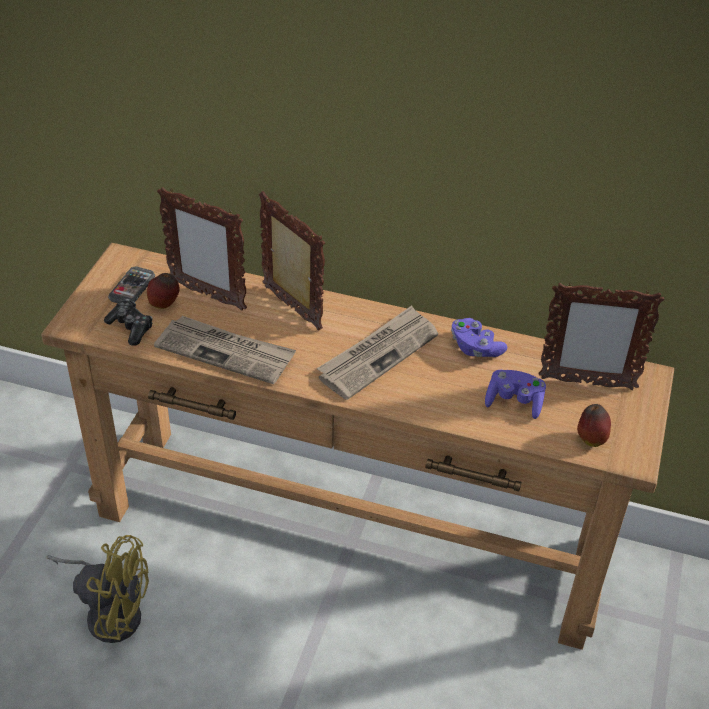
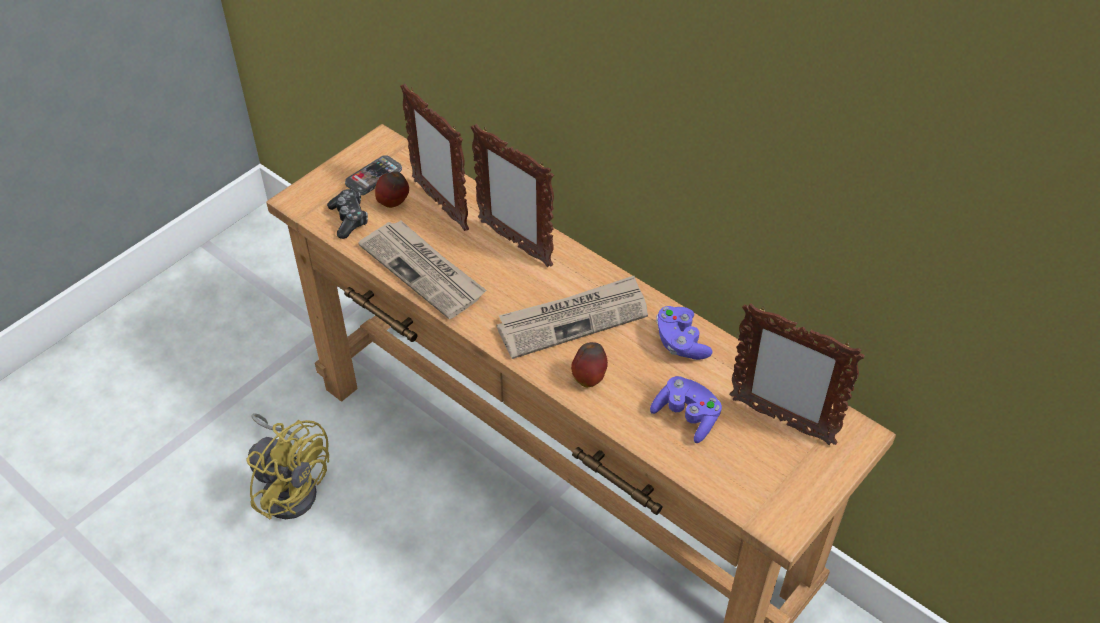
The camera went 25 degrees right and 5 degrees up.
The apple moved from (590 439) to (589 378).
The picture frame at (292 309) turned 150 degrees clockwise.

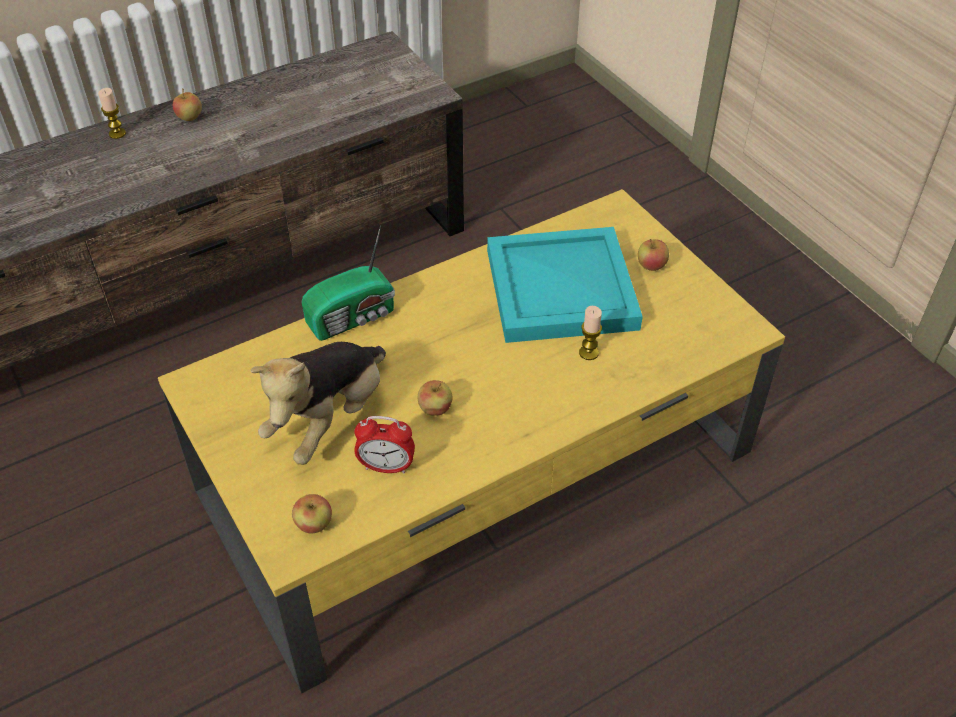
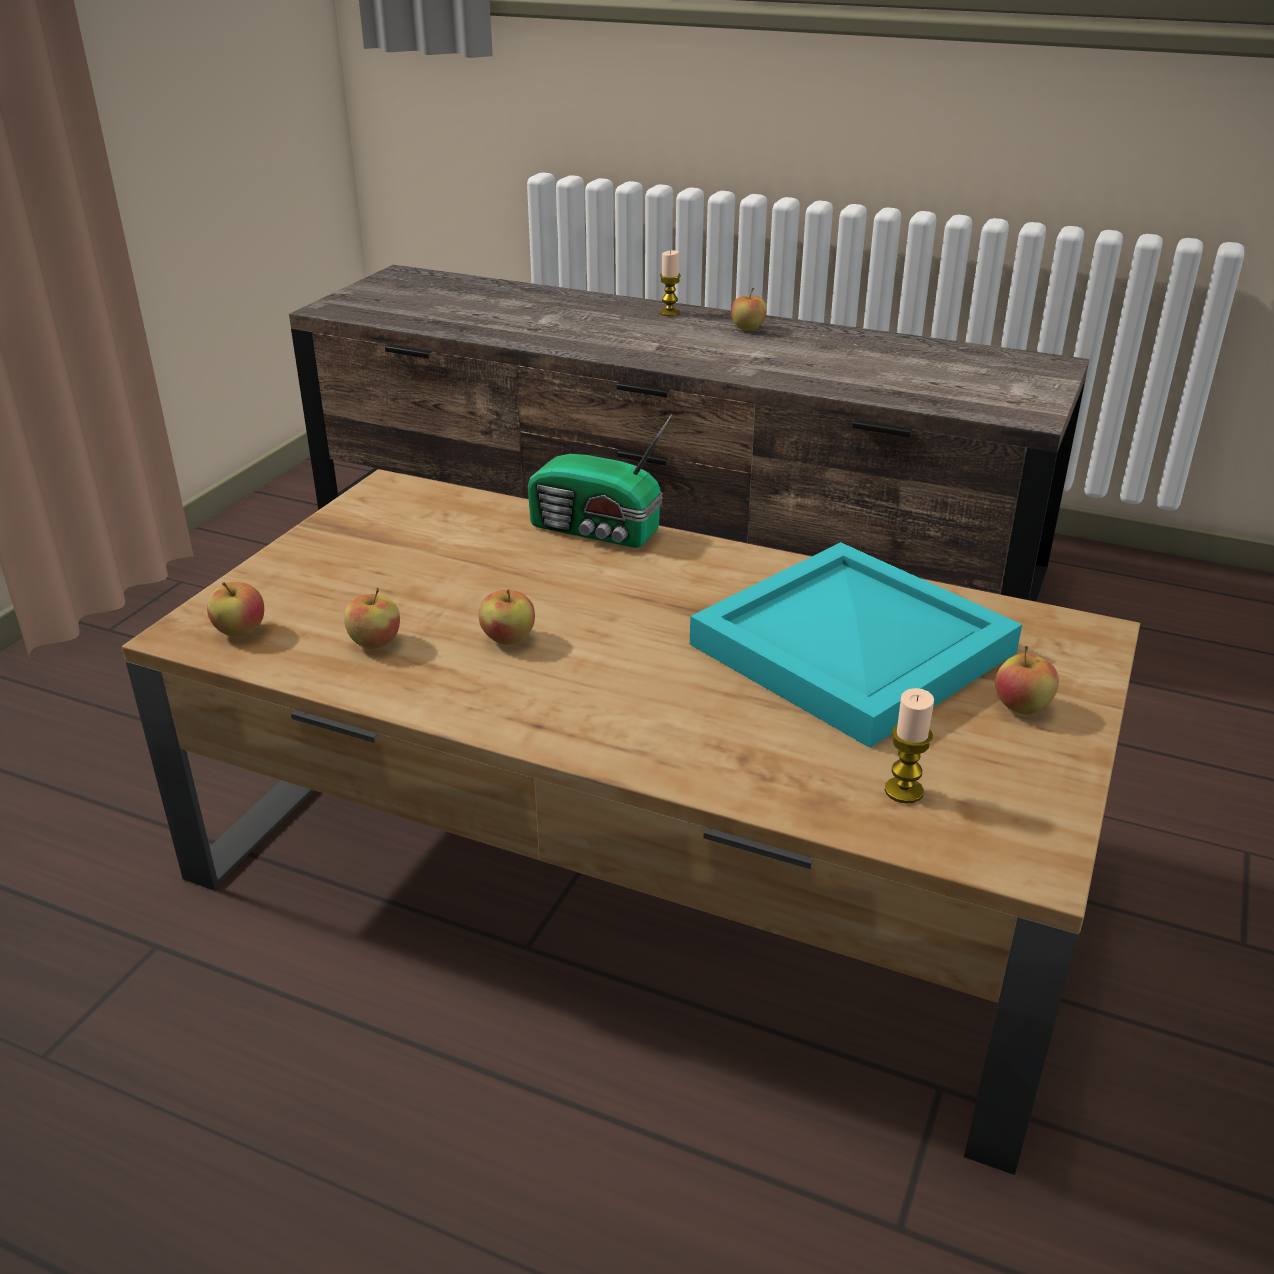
The camera went 55 degrees right and 15 degrees down.
The plush toy at (329 419) disappeared.
The candle moved from (588 353) to (903 791).
The alarm clock at (386 467) was replaced by the apple at (375 643).
The coffee table (yellow) at (479 470) became the coffee table (brown) at (643 866).

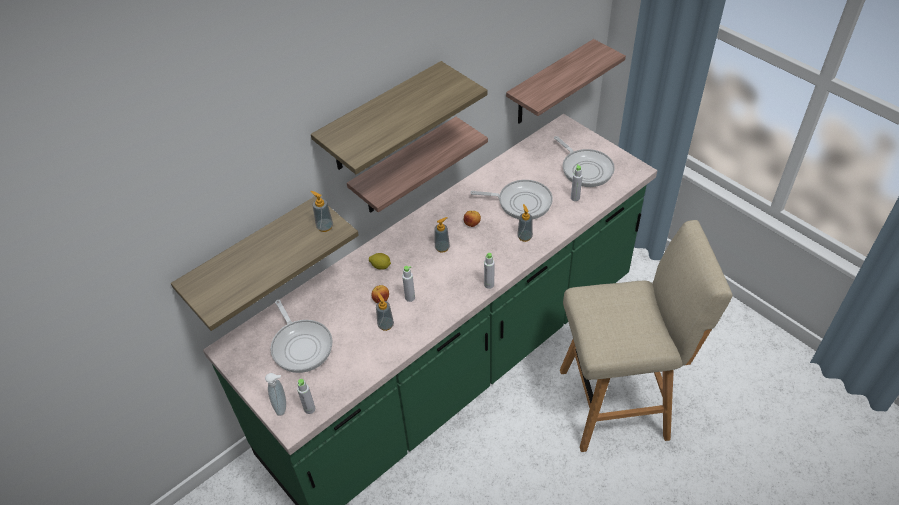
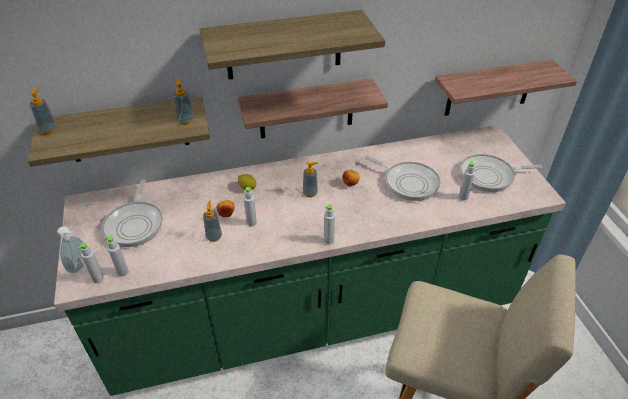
The camera went 25 degrees right and 5 degrees down.
The bottle (grey) at (123 272) appeared.
The soap dispenser moved from (524 237) to (49 130).
The frying pan at (585 169) turned 90 degrees clockwise.

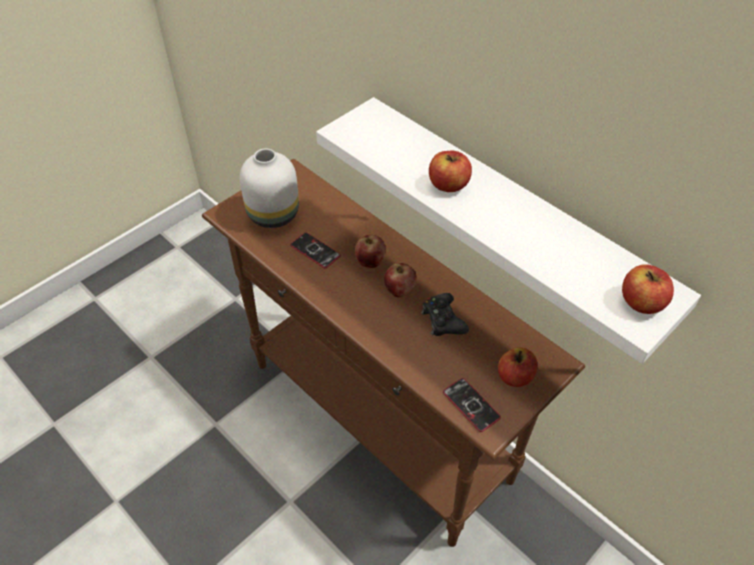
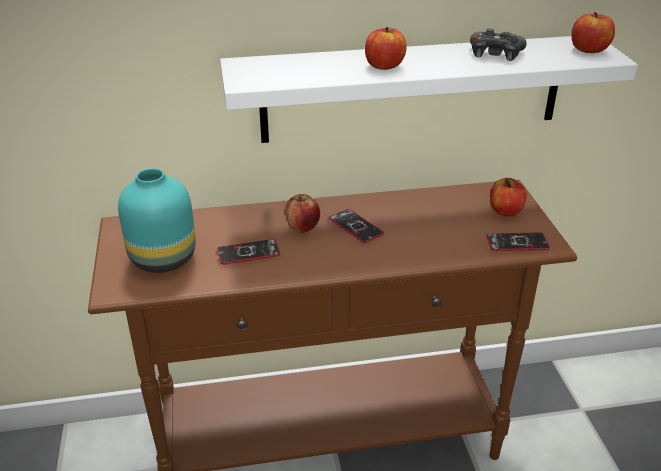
The camera went 55 degrees left and 15 degrees down.
The game controller (black) moved from (443 320) to (495 53).
The apple at (399 291) was replaced by the phone at (356 227).
The vase (white) at (273 215) became the vase (turquoise) at (164 259).

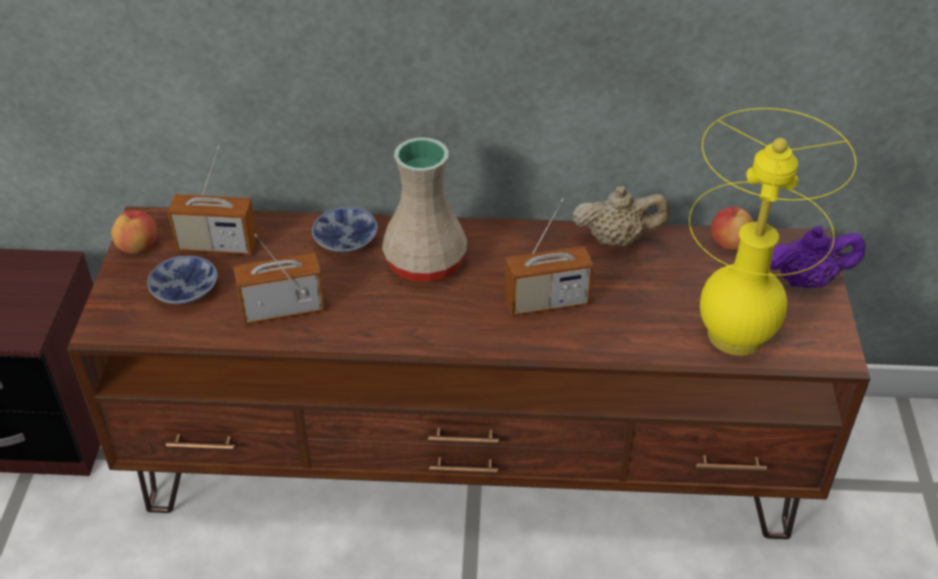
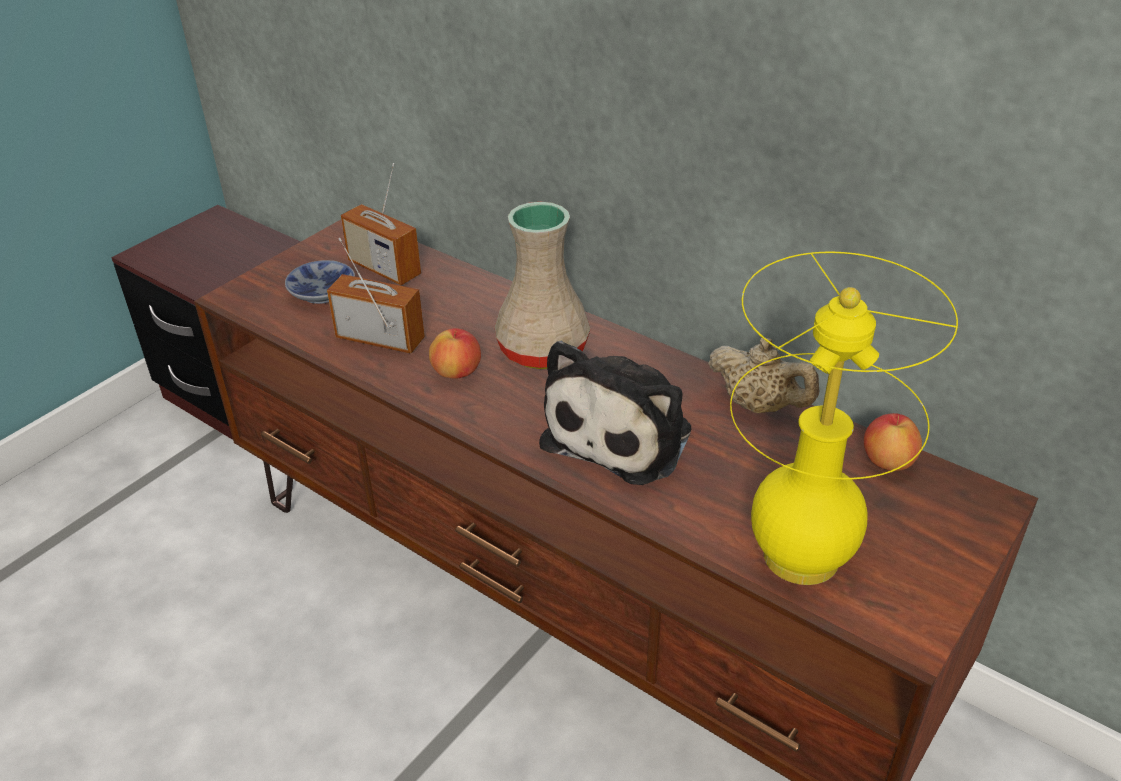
The camera went 35 degrees right and 5 degrees down.
The bowl at (346 238) disappeared.
The teapot (purple) at (807 280) disappeared.
The apple moved from (138 247) to (457 372).
The radio at (546 302) was replaced by the plush toy at (623 433).

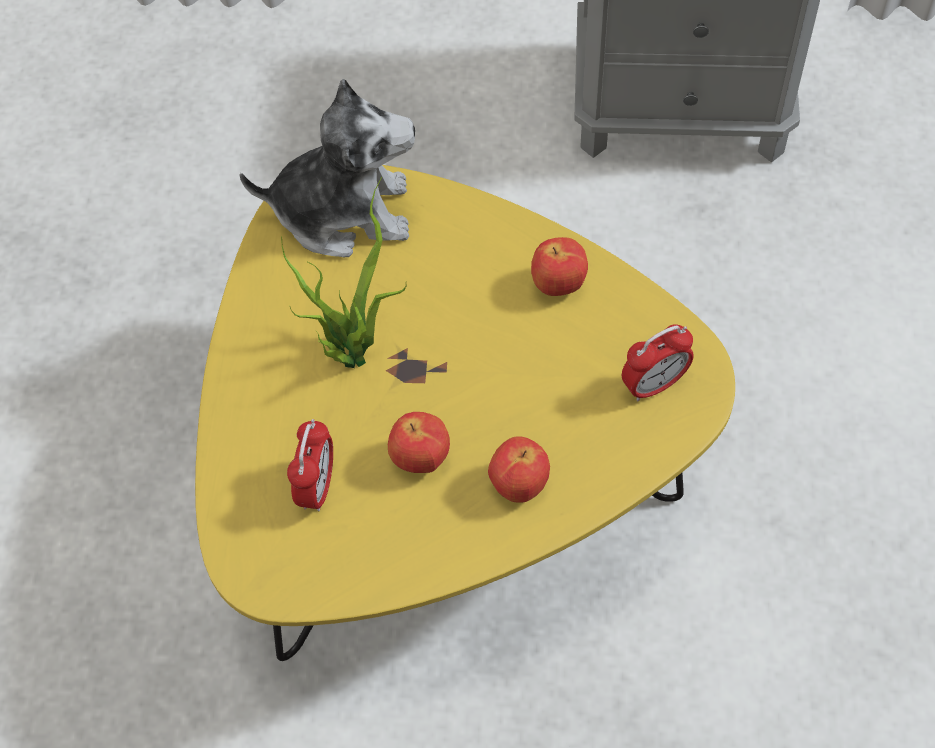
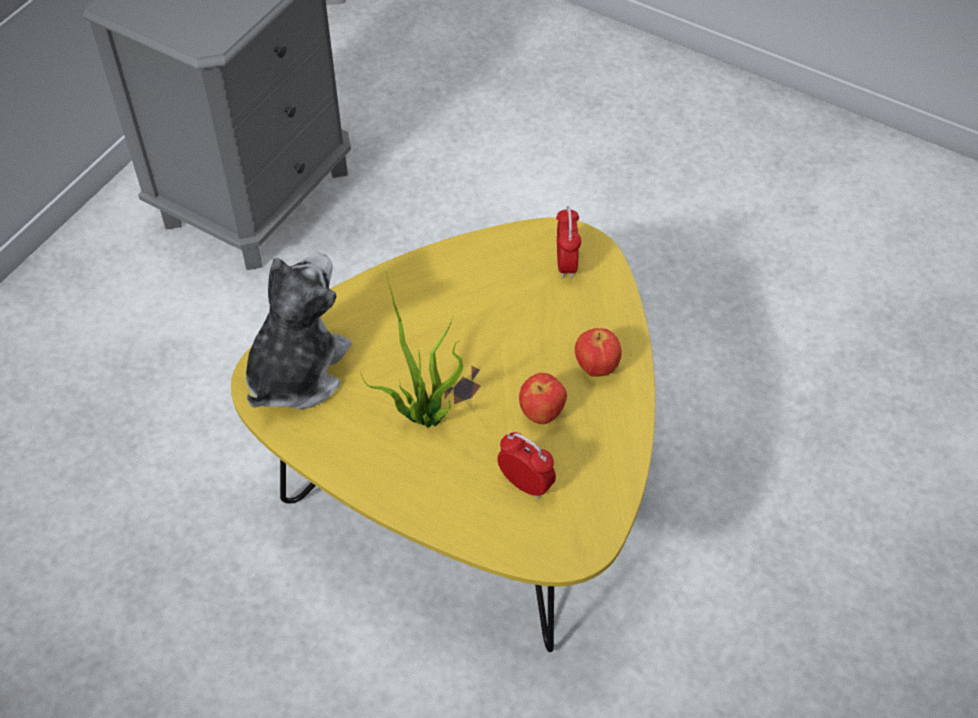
The camera went 65 degrees left and 5 degrees down.
The apple at (558 286) disappeared.

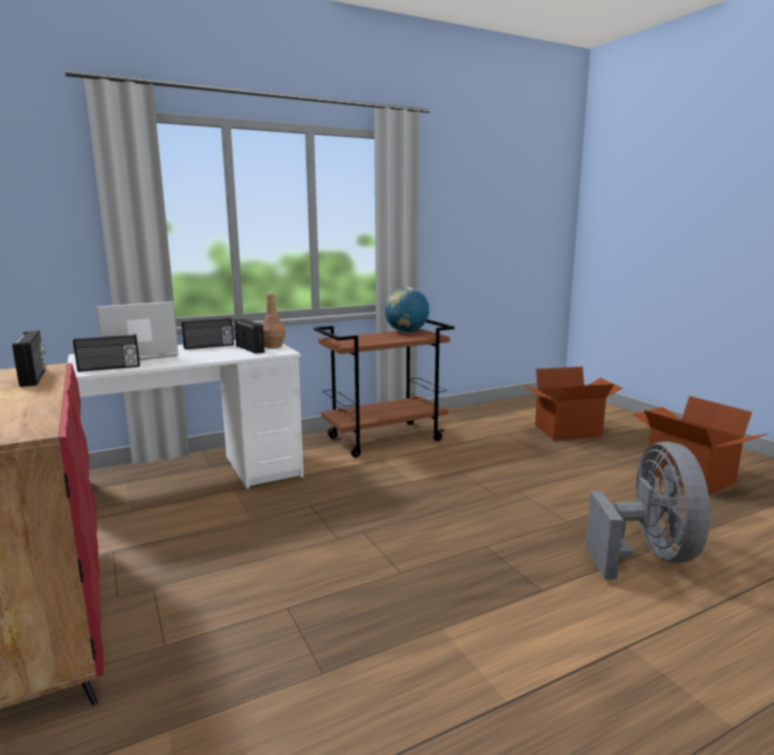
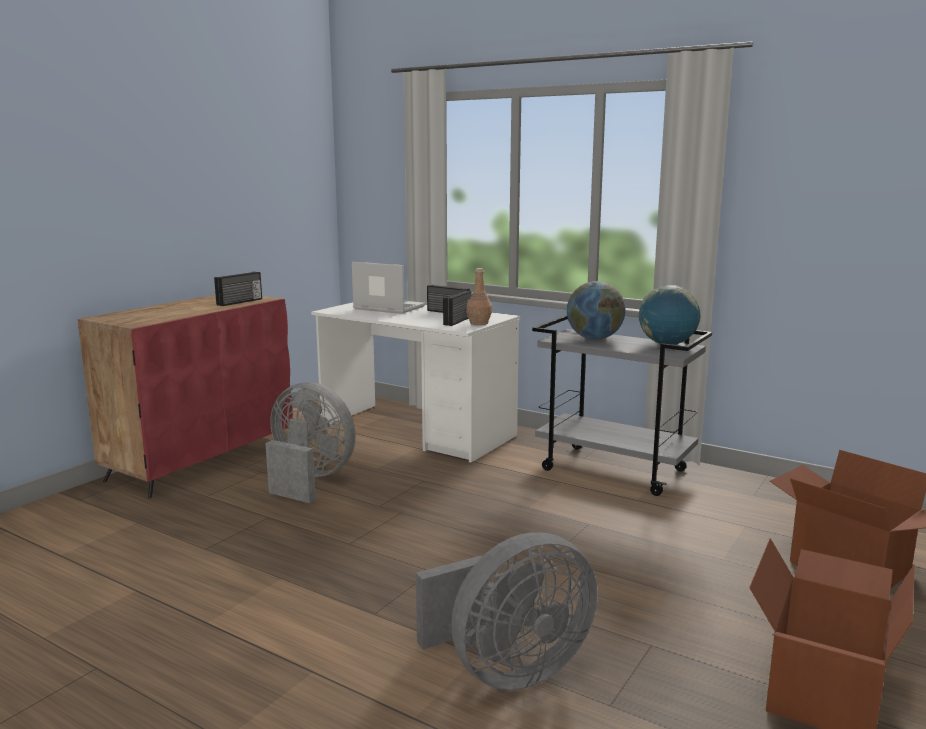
The camera went 60 degrees right and 0 degrees up.
The radio at (109 368) disappeared.
The fan (grey) at (309 479) appeared.
The globe at (594 338) appeared.
The cart (brown) at (385 438) became the cart (grey) at (615 470).

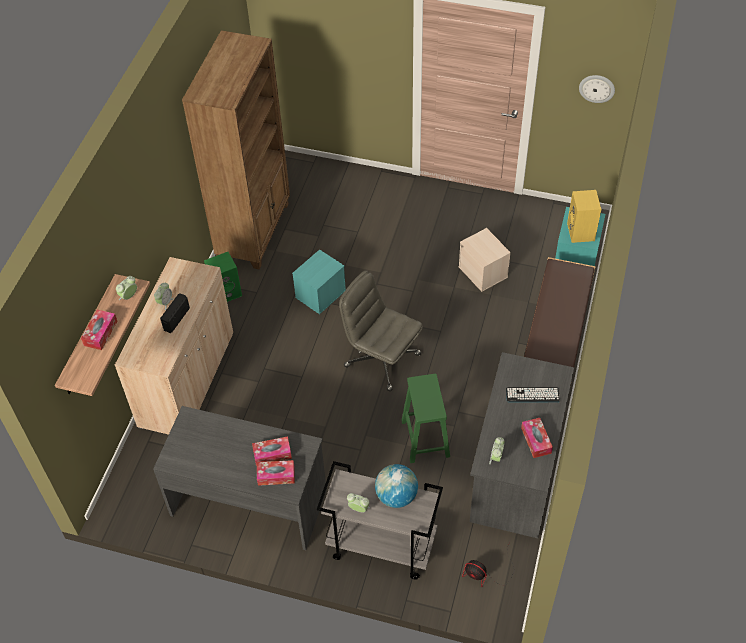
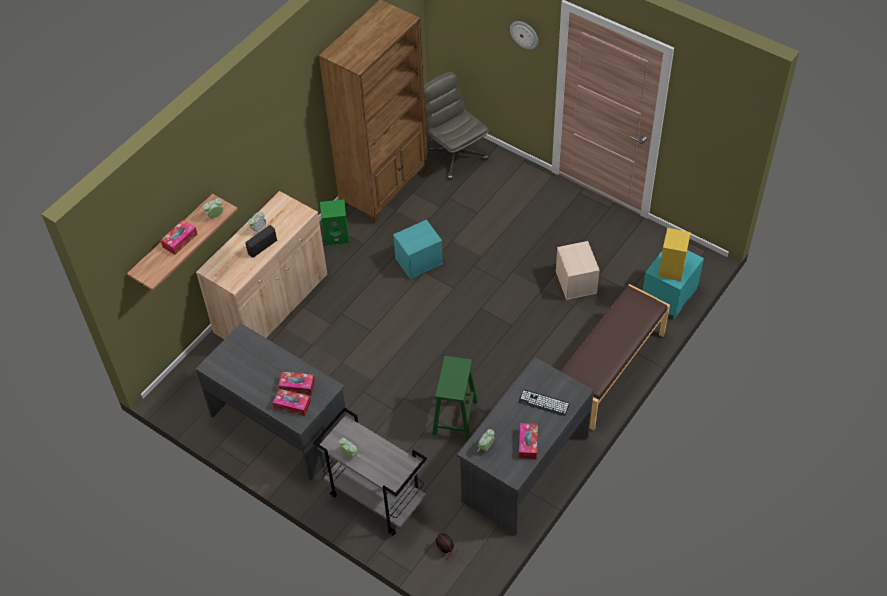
The camera went 20 degrees right and 0 degrees up.
The globe at (396 496) disappeared.
The office chair (grey) moved from (381 360) to (454 155).
The wall clock moved from (597 88) to (524 34).

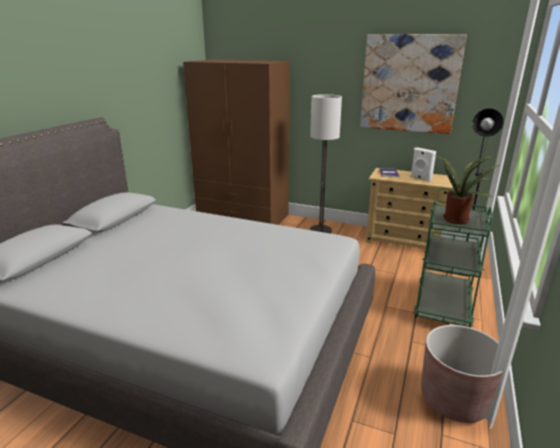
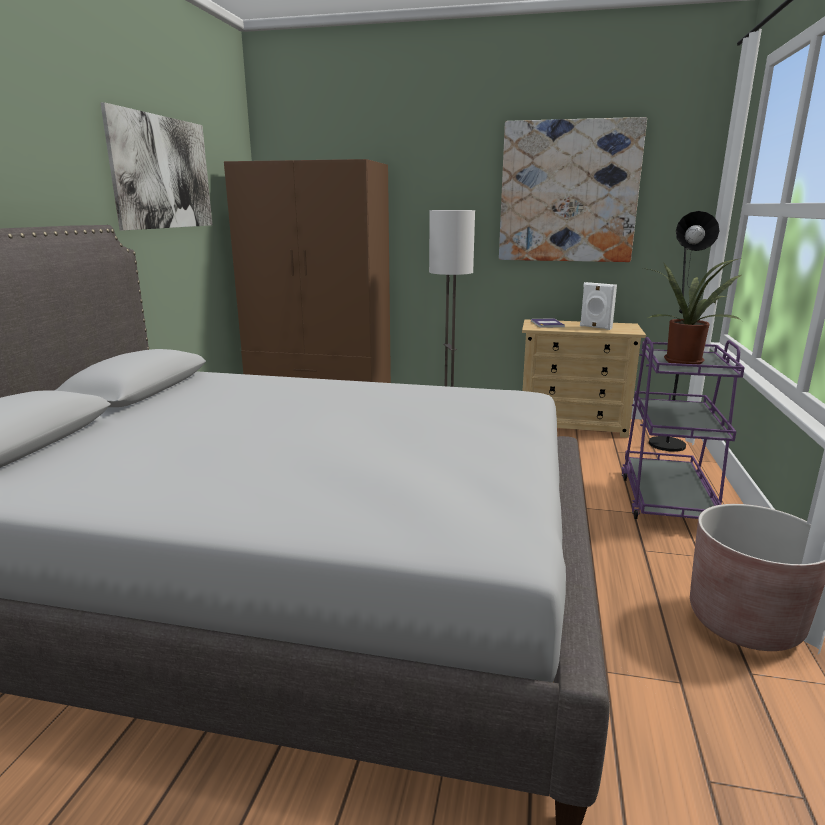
The camera went 10 degrees left and 5 degrees down.
The picture at (163 173) appeared.
The cart (green) at (443 305) became the cart (purple) at (667 500).

